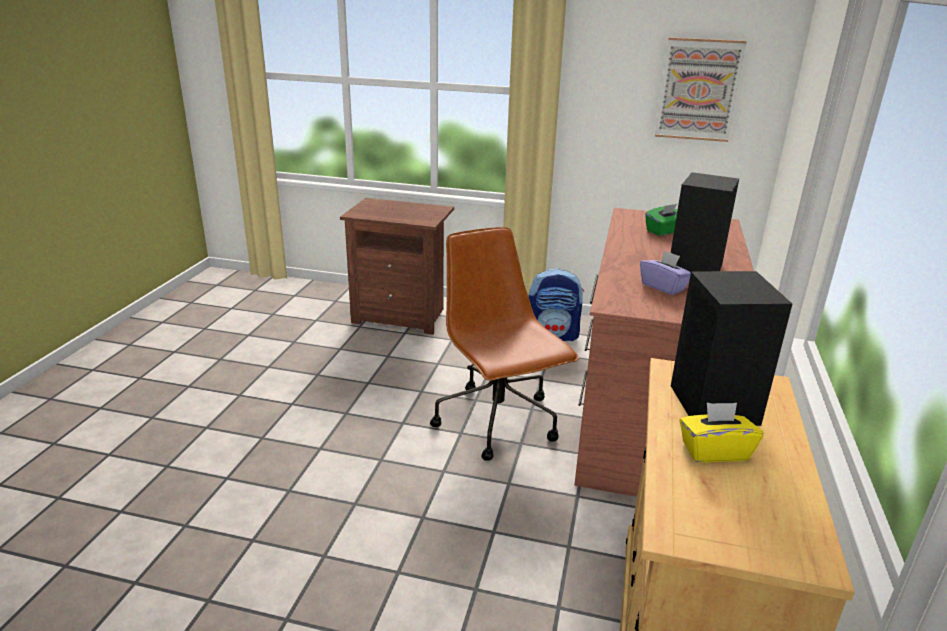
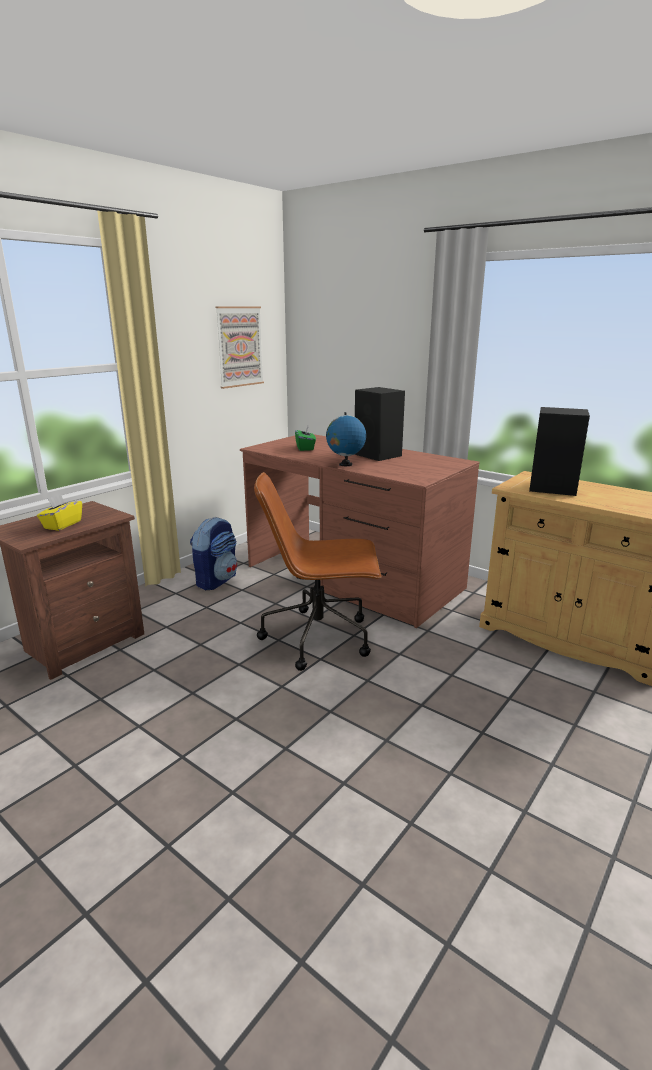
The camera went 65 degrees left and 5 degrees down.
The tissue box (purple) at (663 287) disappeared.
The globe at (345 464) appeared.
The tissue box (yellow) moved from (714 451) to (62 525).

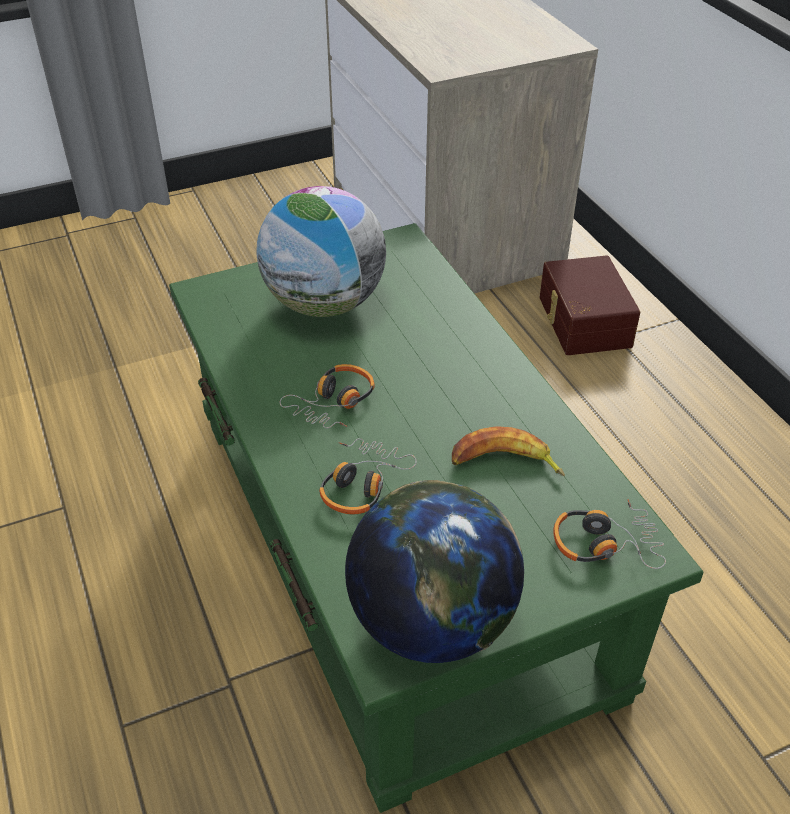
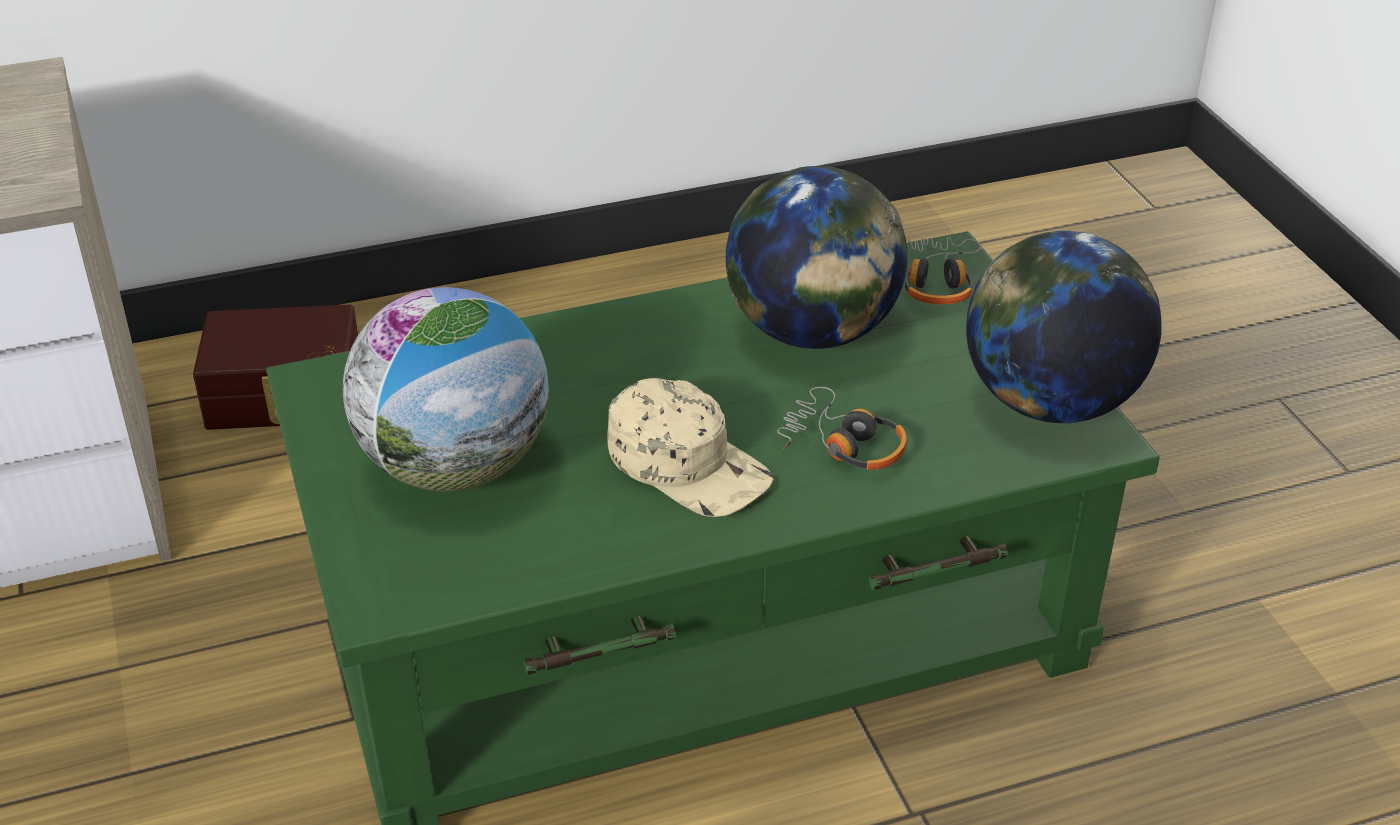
The camera went 85 degrees left and 5 degrees down.
The headphones at (334 403) was replaced by the cap (beige) at (688 463).
The banana at (504 463) was replaced by the globe at (812 333).

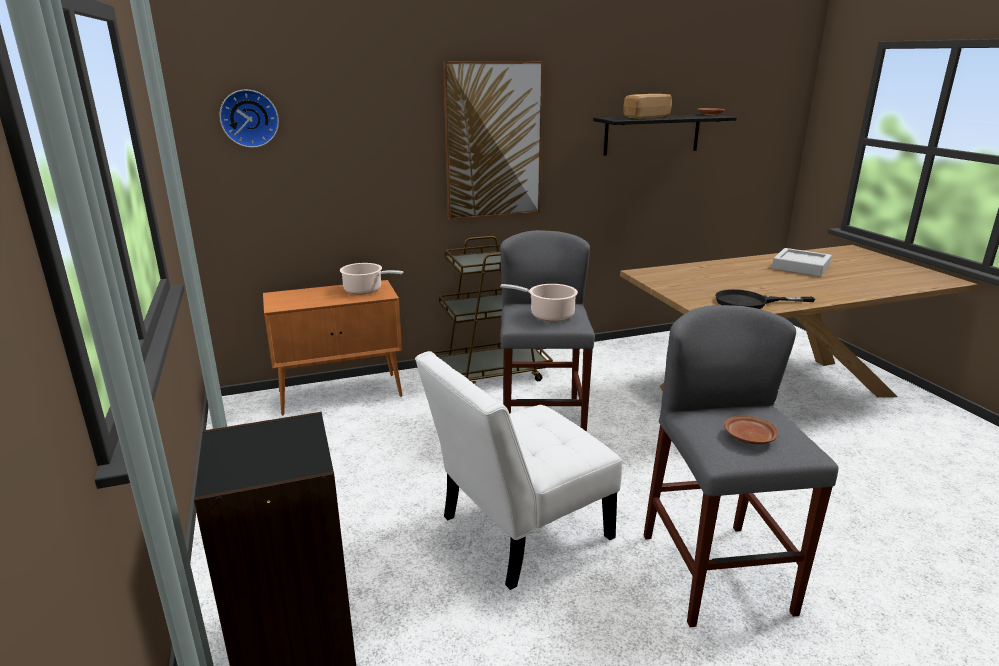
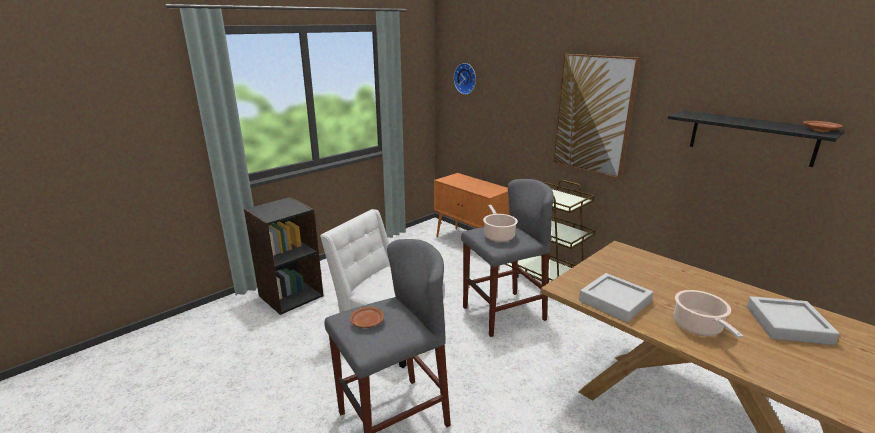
The camera went 65 degrees right and 0 degrees up.
The bread at (645 117) disappeared.
The cooking pot moved from (365 290) to (698 327).
The frying pan (black) at (750 302) was replaced by the tray (grey) at (614 301).

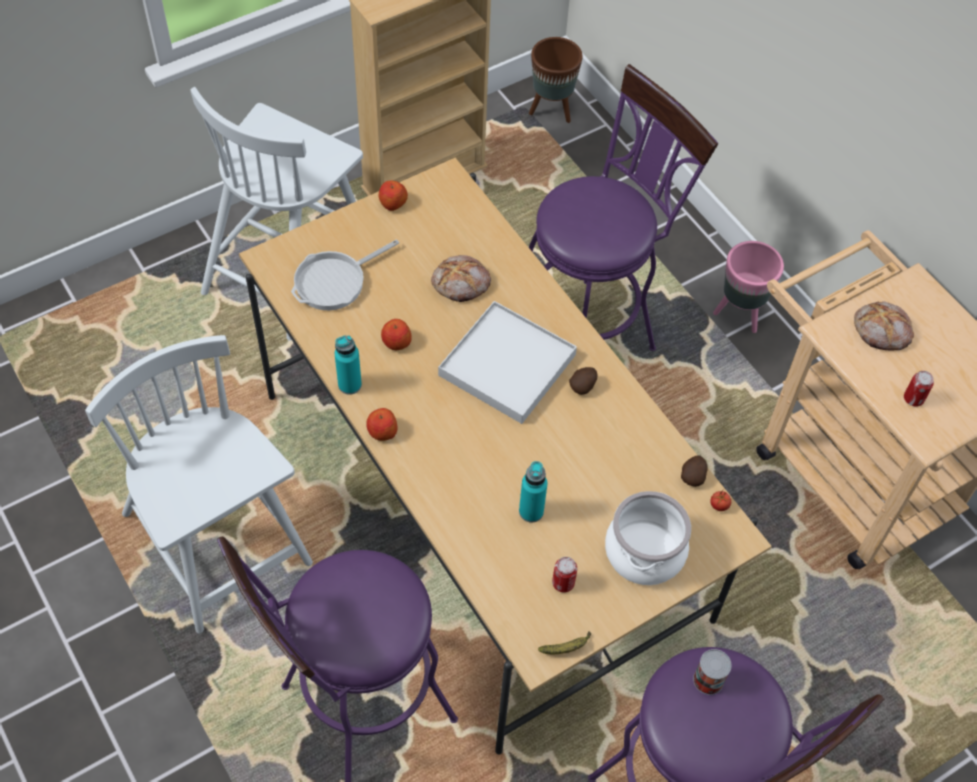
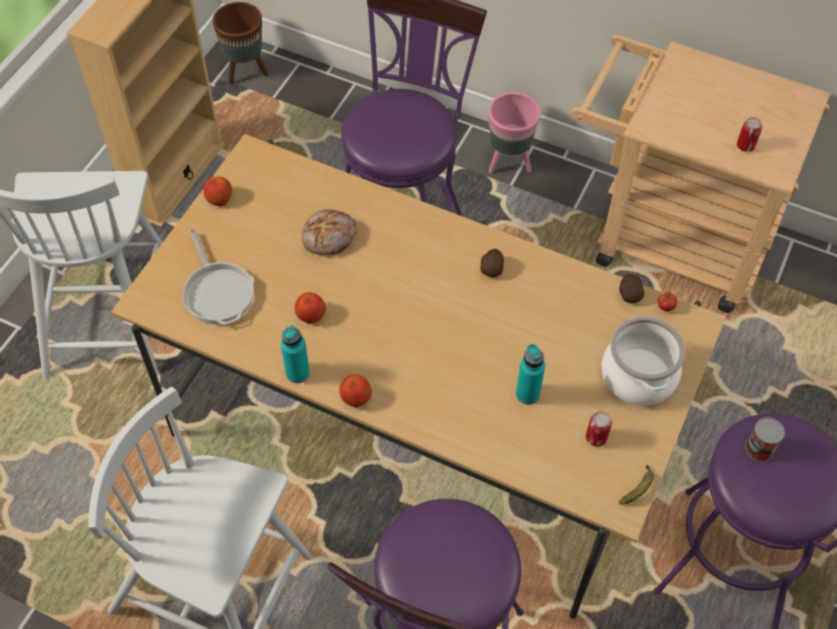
The camera went 30 degrees left and 0 degrees up.
The tray (white) at (506 365) disappeared.
The bread at (881 332) disappeared.
The frying pan at (334 282) turned 45 degrees counterclockwise.

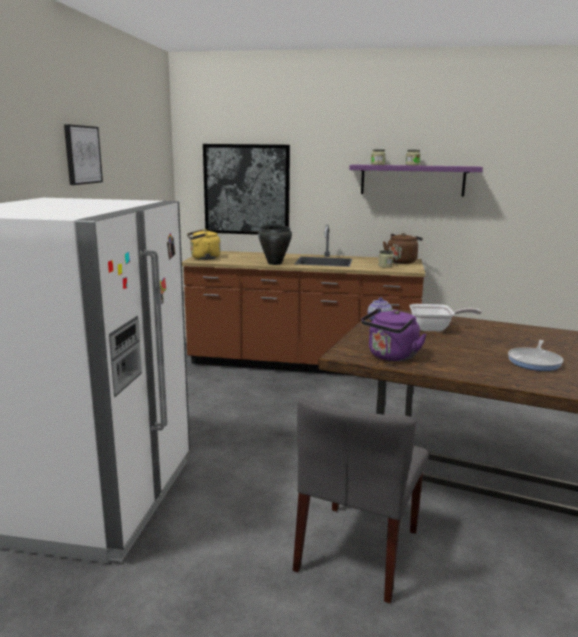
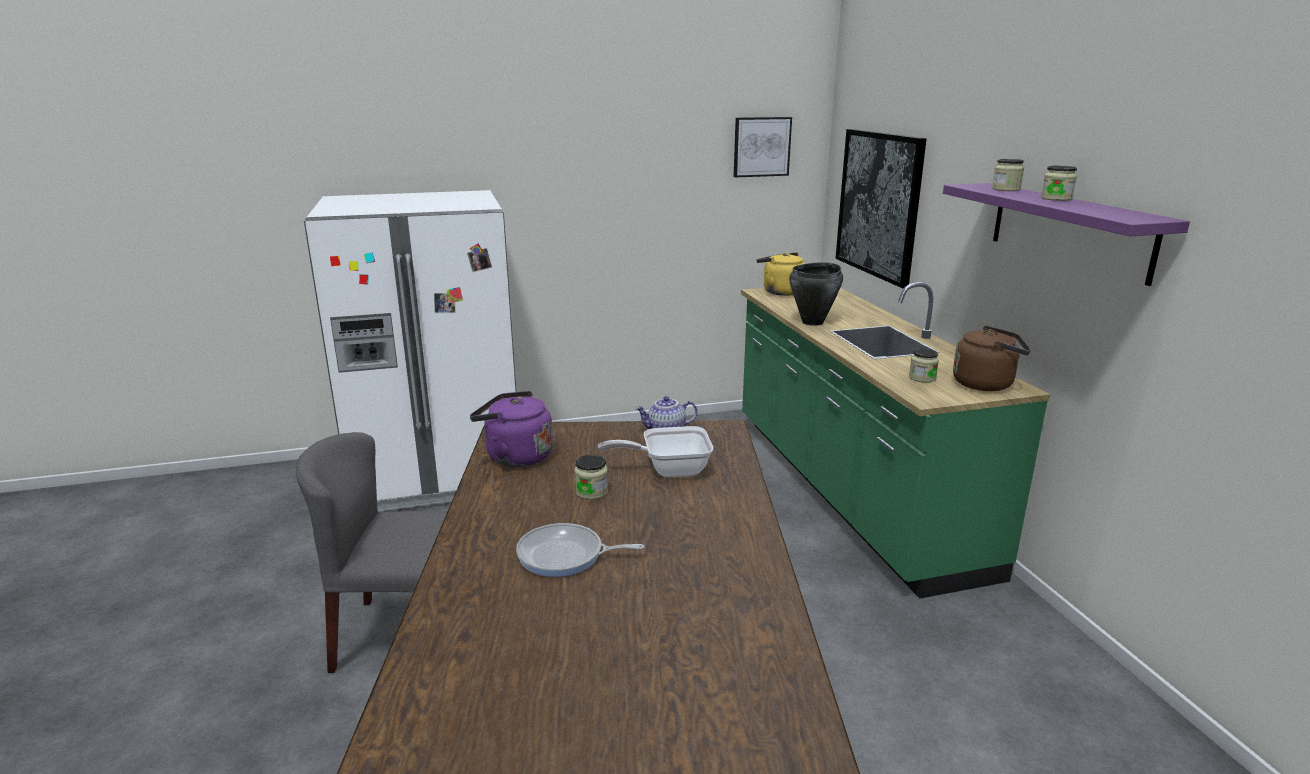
The camera went 65 degrees right and 5 degrees up.
The jar at (591 492) appeared.
The picture moved from (82 155) to (761 146).
The counter (brown) at (302 364) became the counter (green) at (849 490).
The frying pan at (435 329) turned 105 degrees clockwise.

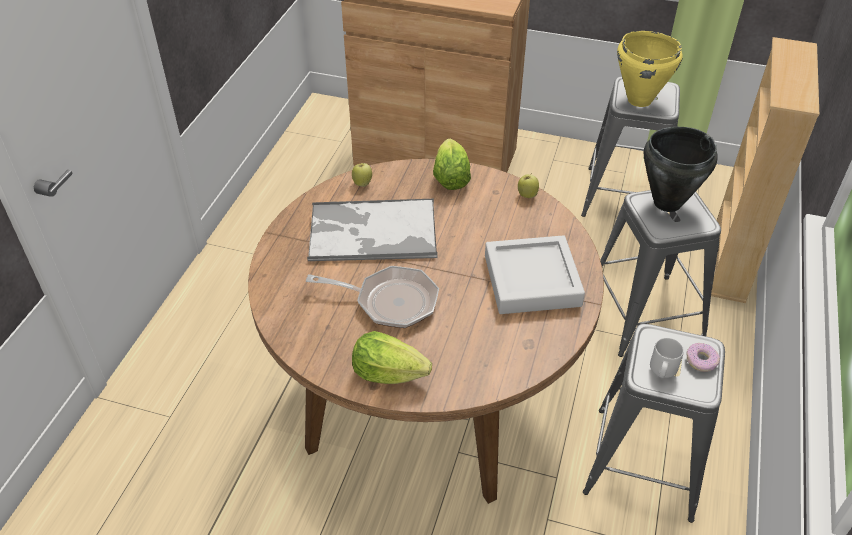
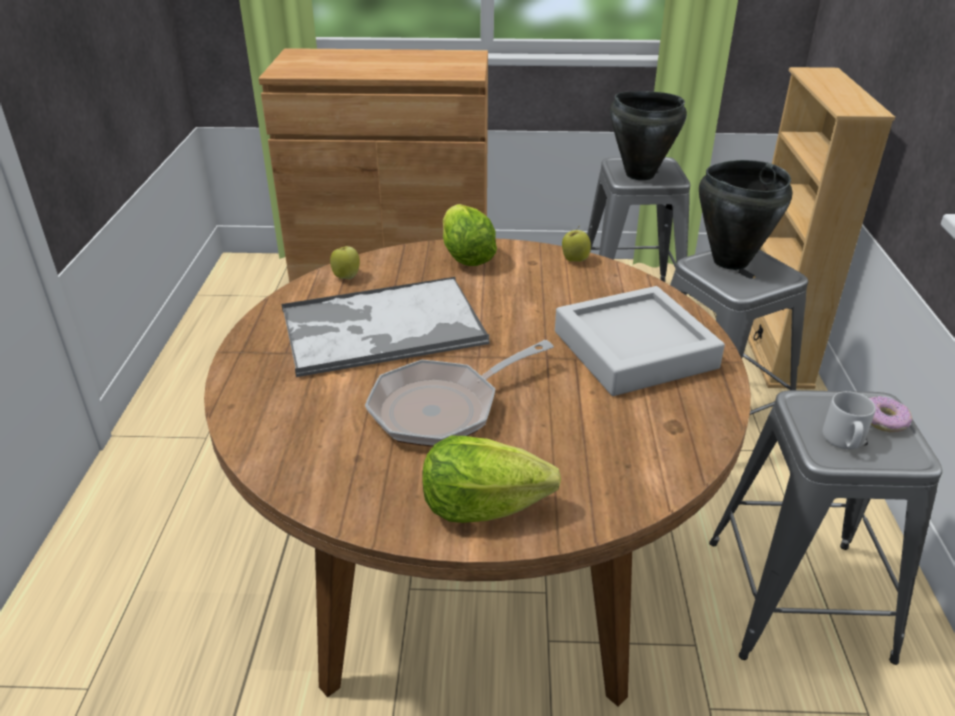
The camera went 15 degrees left and 10 degrees down.
The cooking pot (yellow) at (639 100) became the cooking pot (black) at (639 174).
The frying pan at (390 301) turned 150 degrees clockwise.

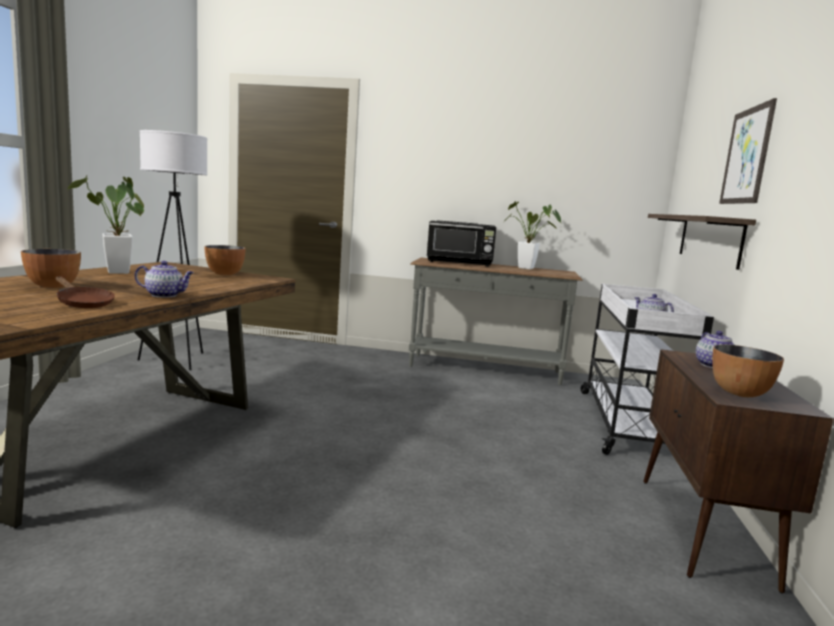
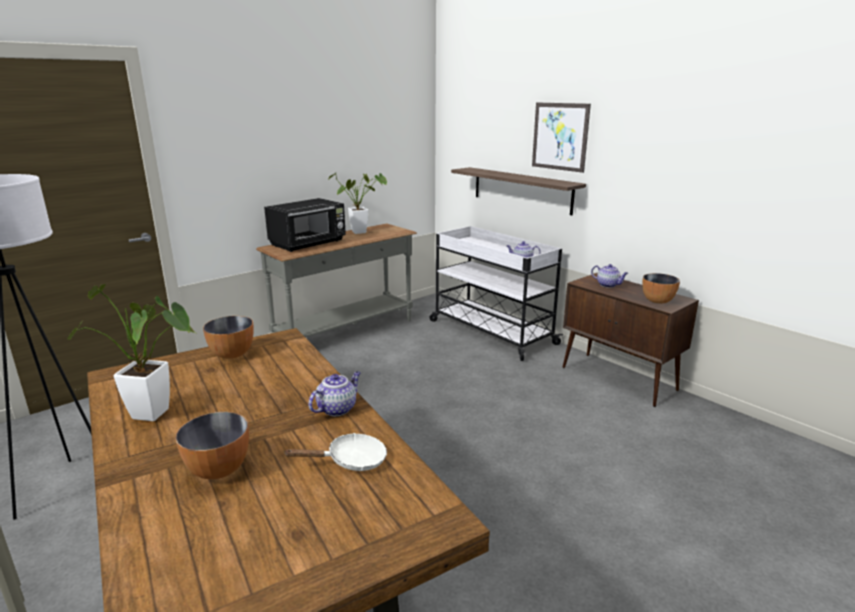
The camera went 50 degrees left and 10 degrees up.
The frying pan (brown) at (83 303) became the frying pan (white) at (351 461).

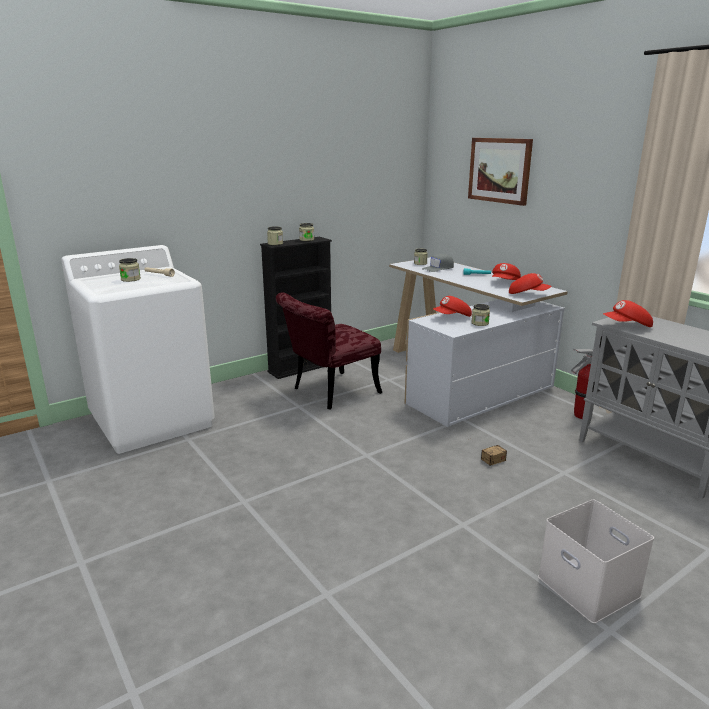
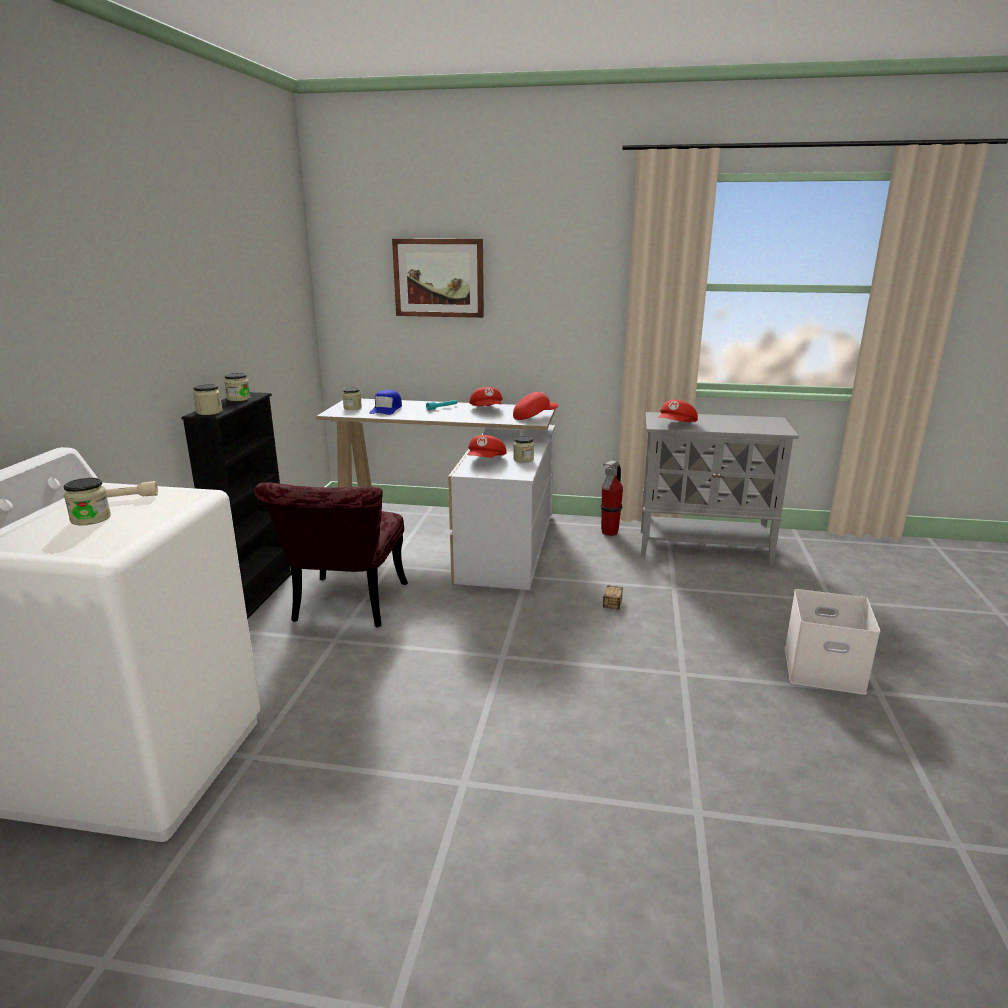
The camera went 45 degrees left and 0 degrees up.
The cap (grey) at (438 268) became the cap (blue) at (386 409).

